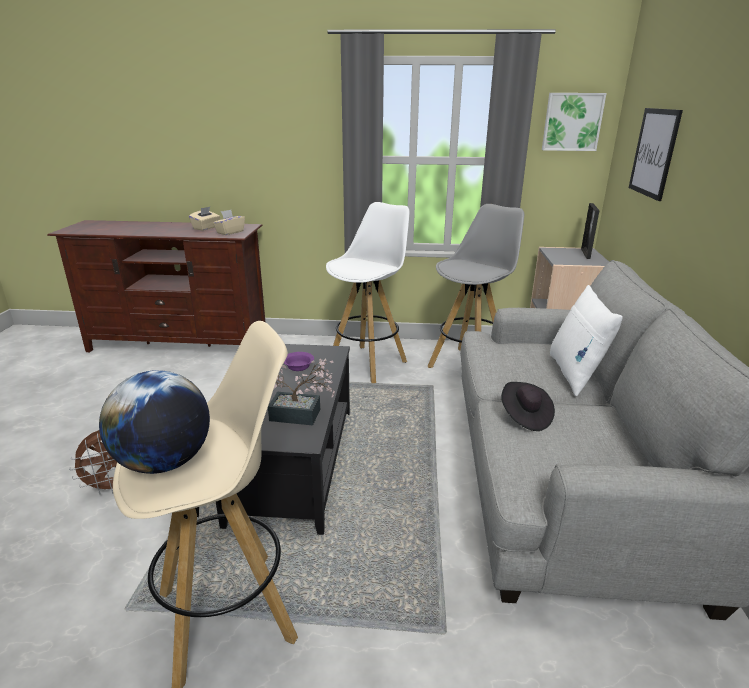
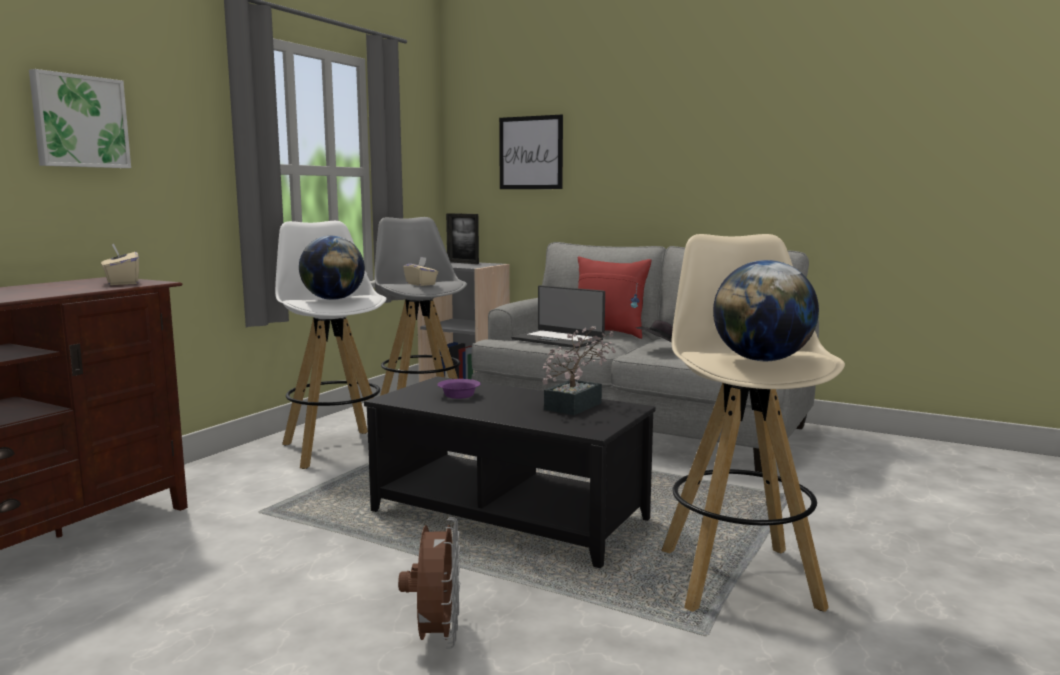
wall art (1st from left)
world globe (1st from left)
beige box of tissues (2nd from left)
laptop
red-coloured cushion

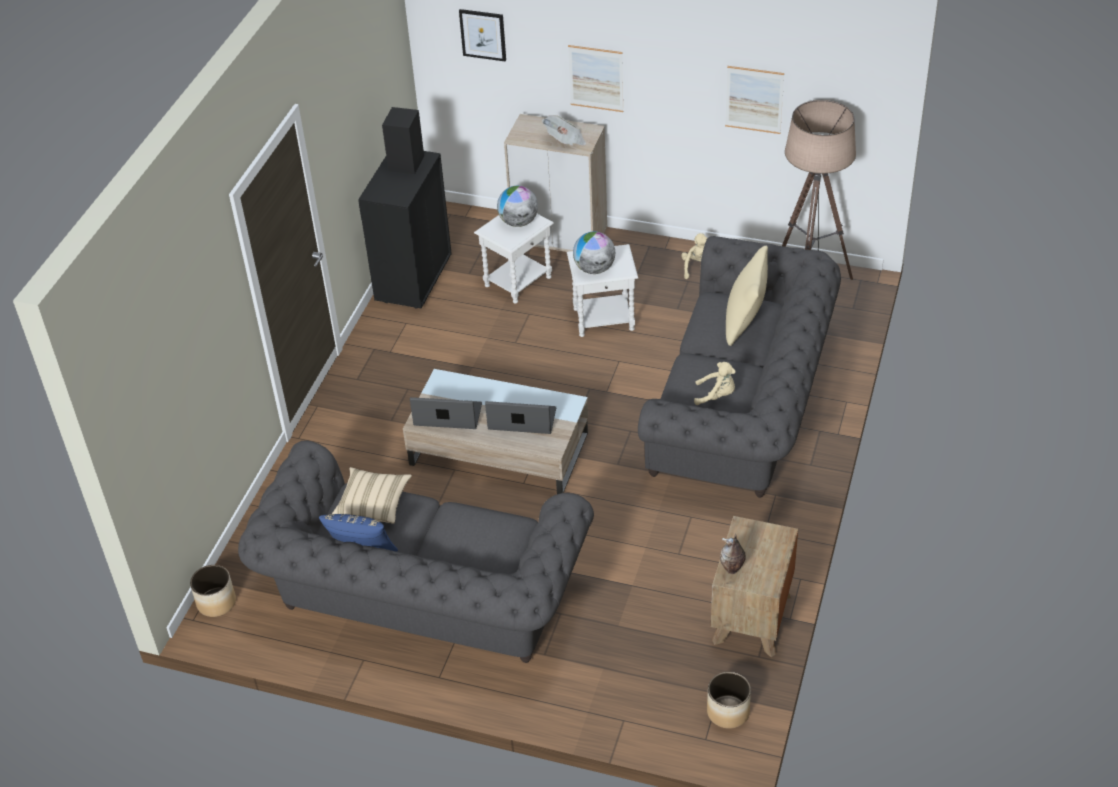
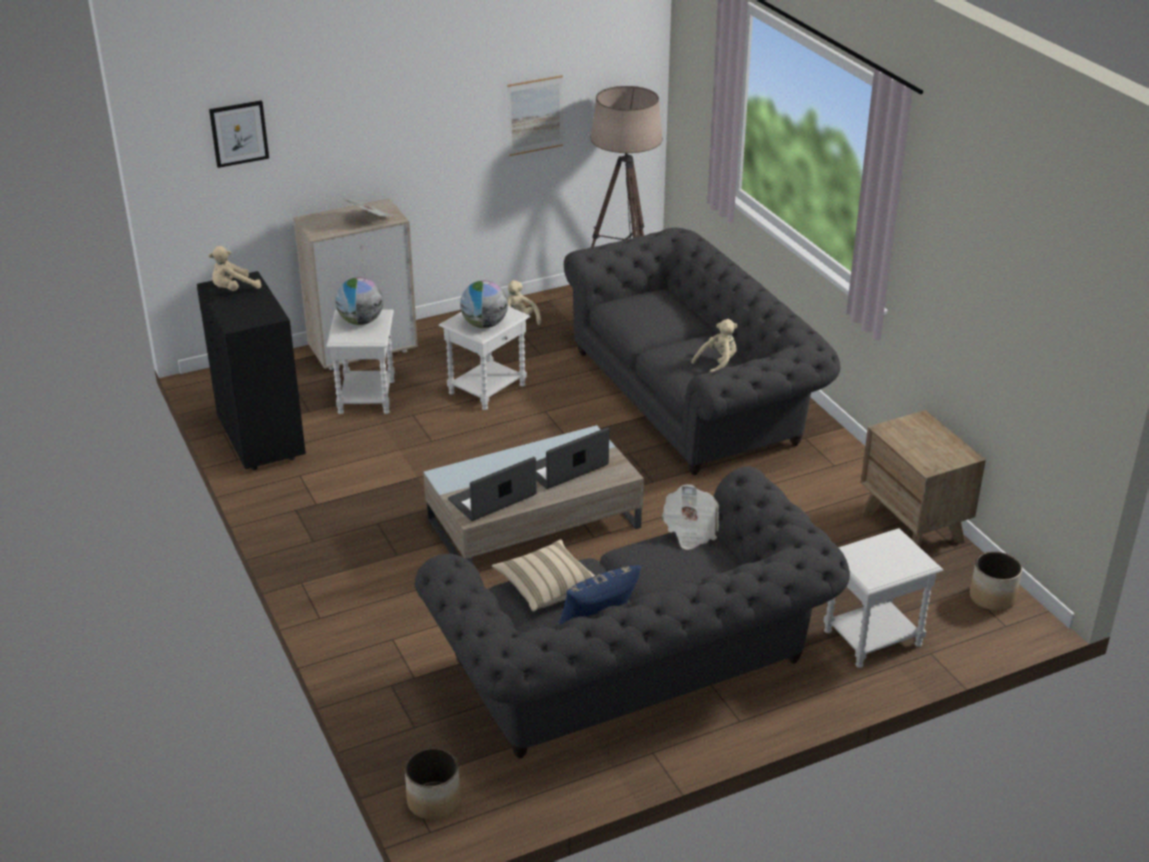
beige cuddly toy (1st from left)
newspaper (2nd from left)
white side table (3rd from left)
wall art (2nd from left in the first image)
flower vase
beige cushion (2nd from left in the first image)

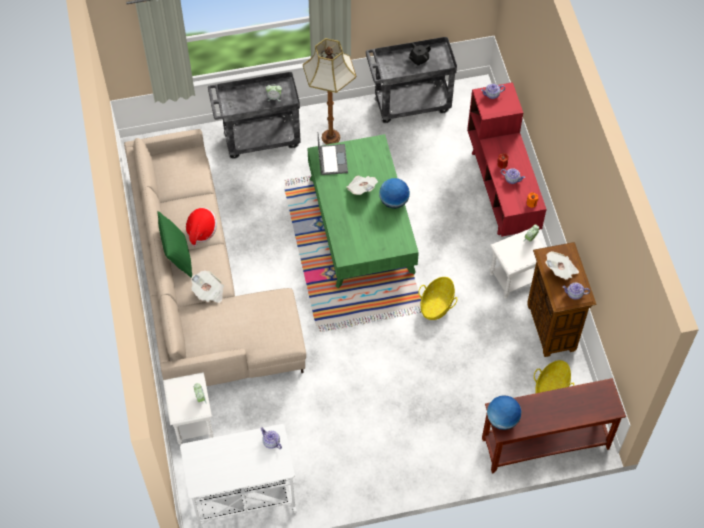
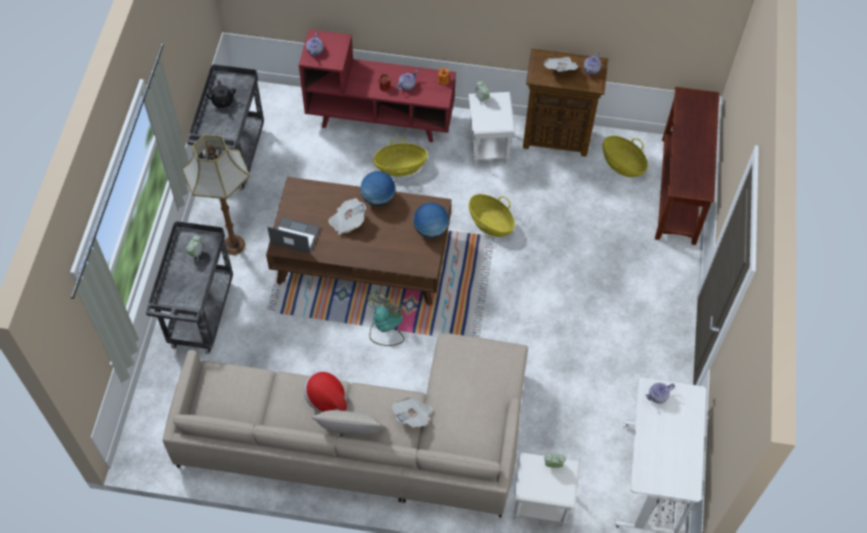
brown low table
beige cushion
electric fan
basket (1st from left)
world globe (2nd from left)

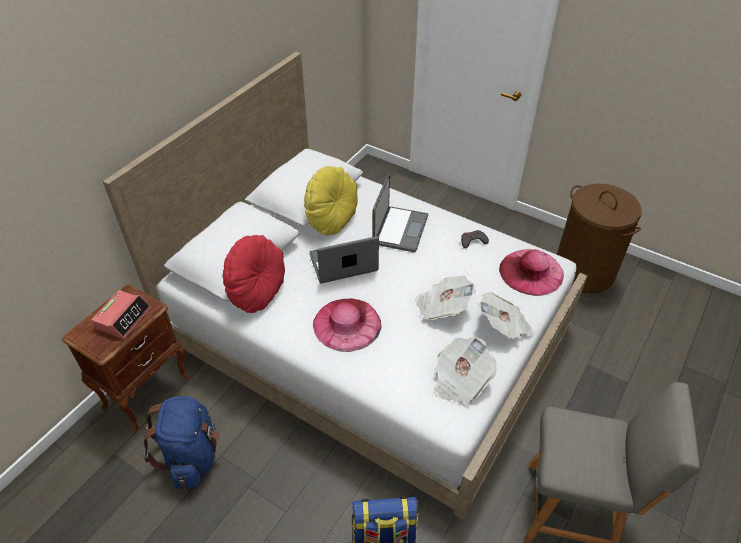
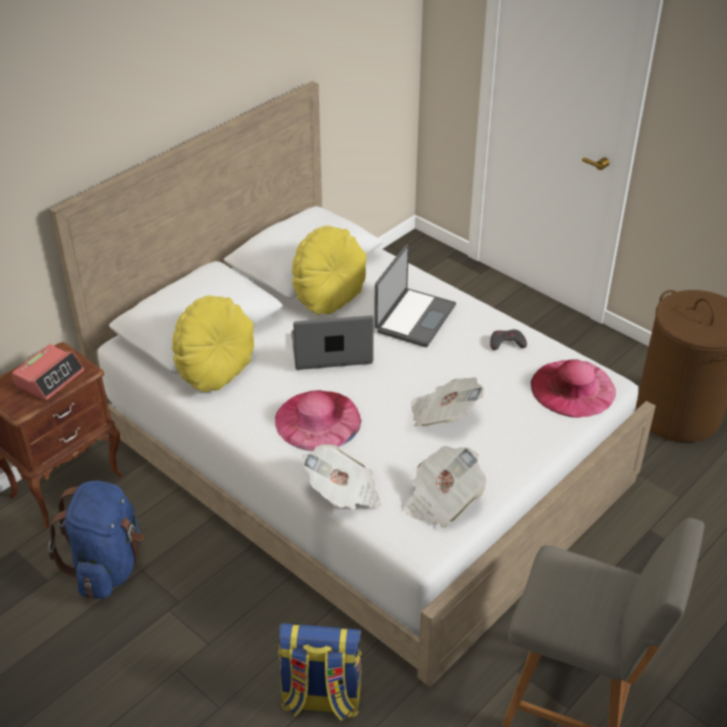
yellow-coloured cushion (1st from left)
newspaper (1st from left)

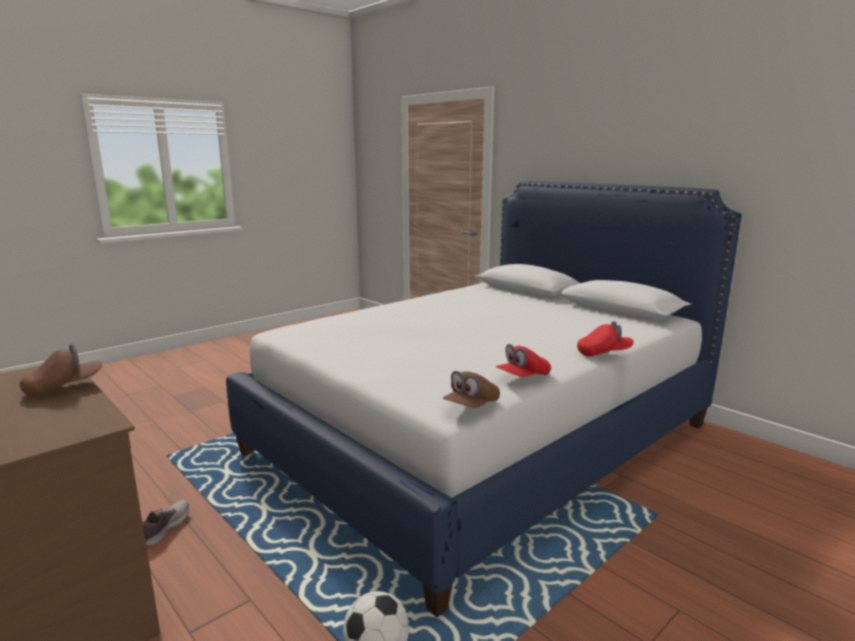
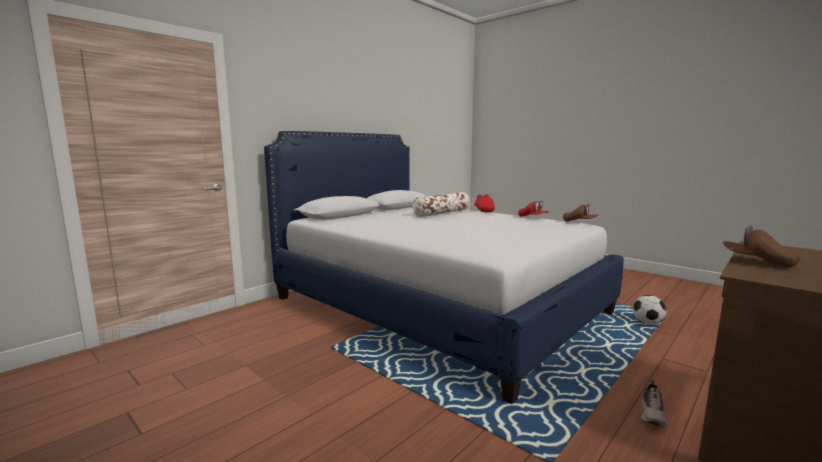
cushion
item of footwear

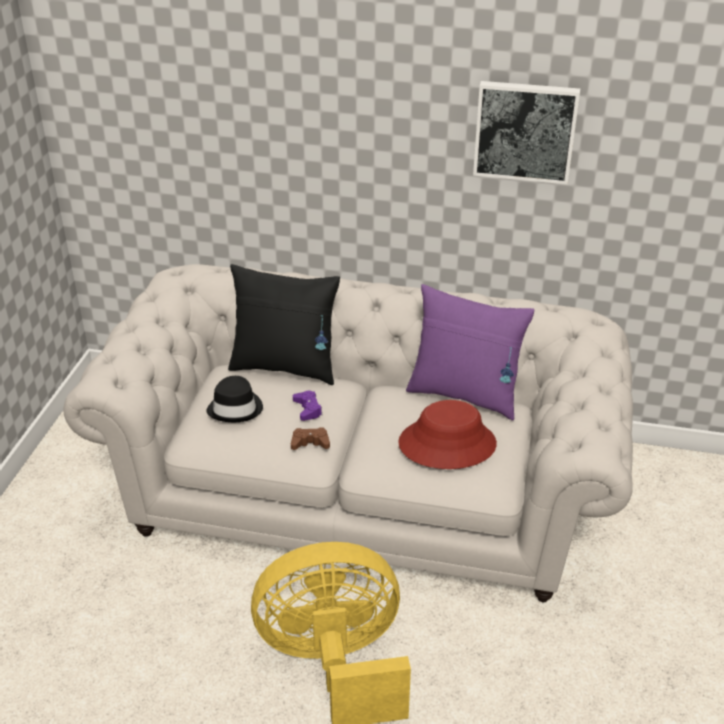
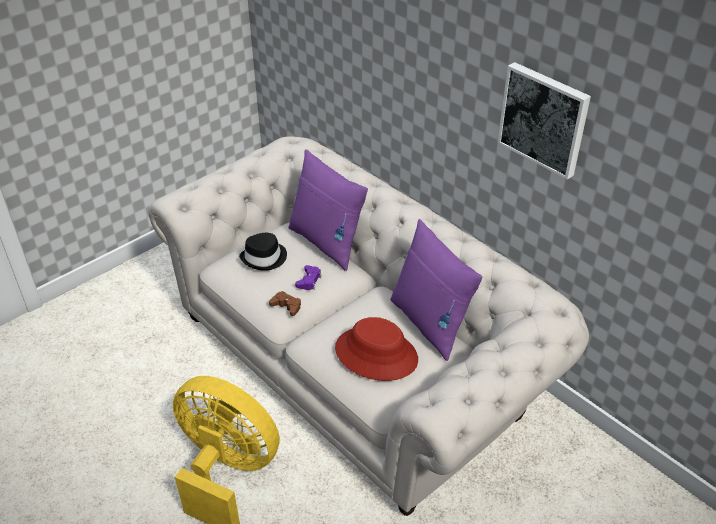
purple-coloured cushion (1st from left)

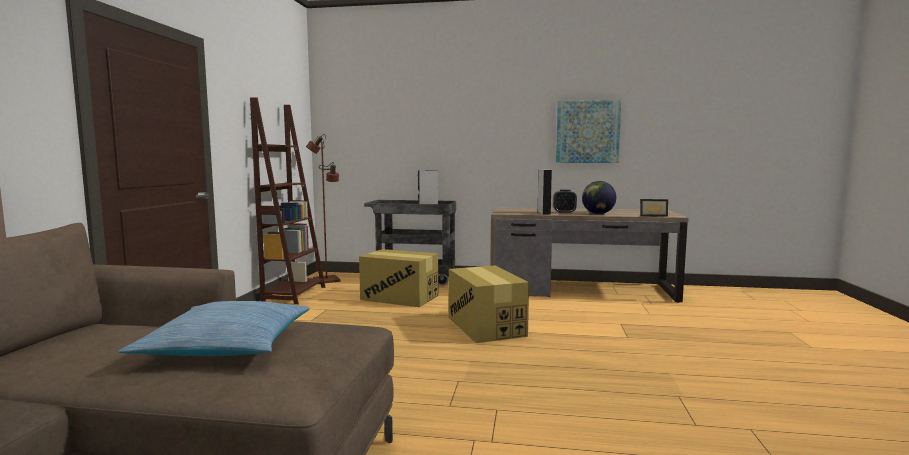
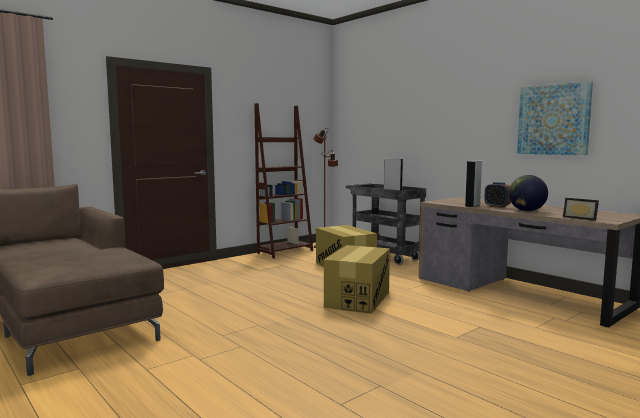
cushion

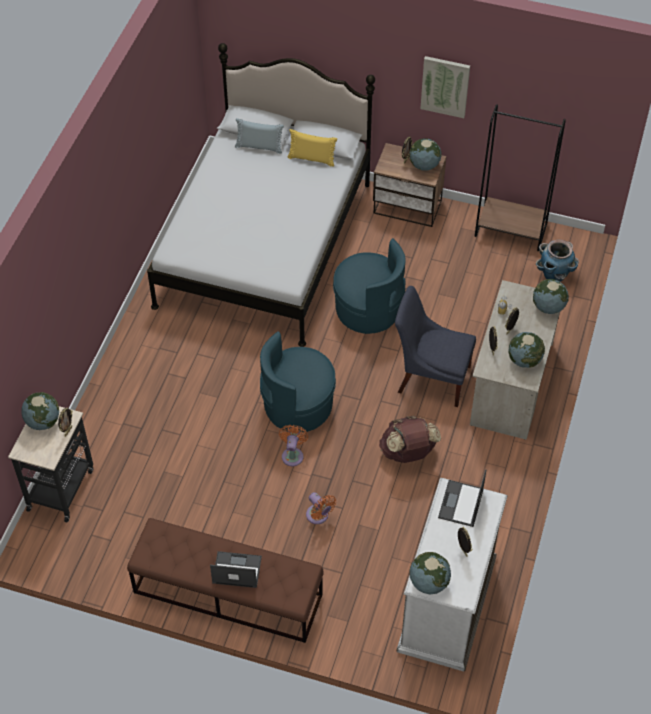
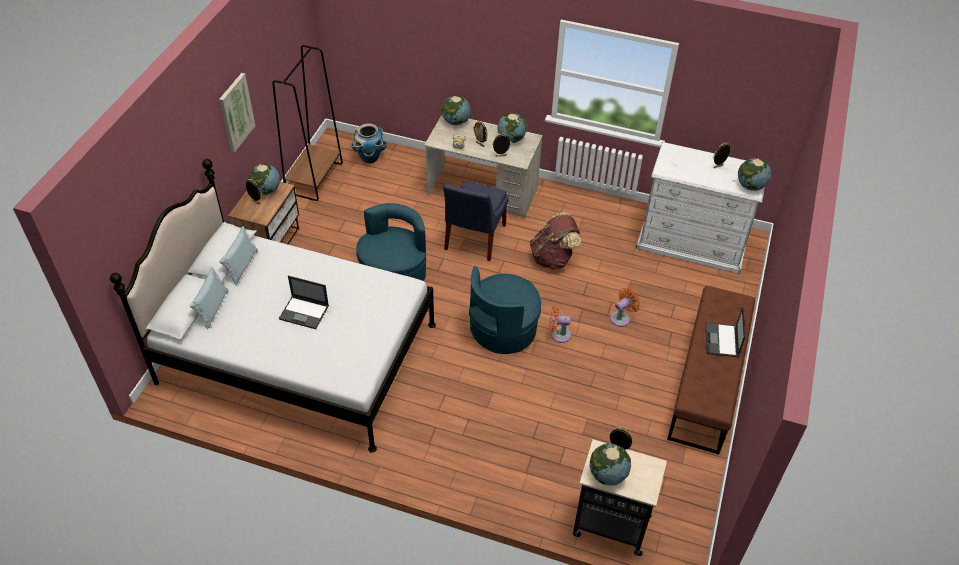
bluish cushion (2nd from left)
laptop (1st from left)
blue-green easy chair (2nd from left)

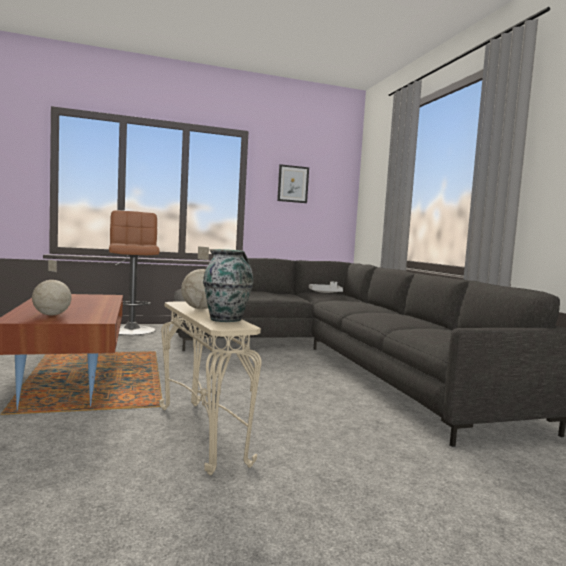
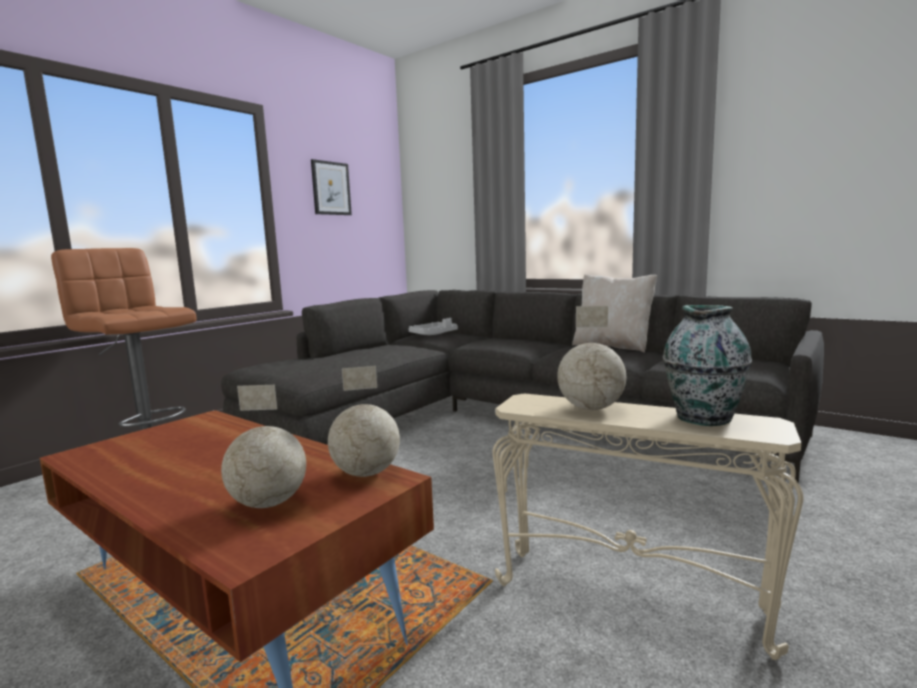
world globe (2nd from left)
beige cushion

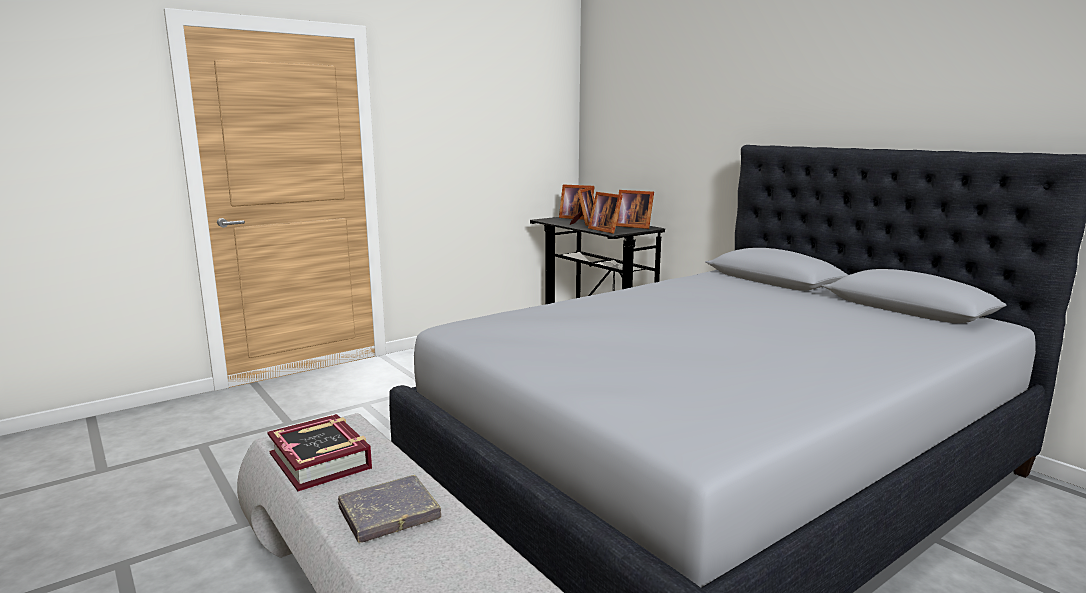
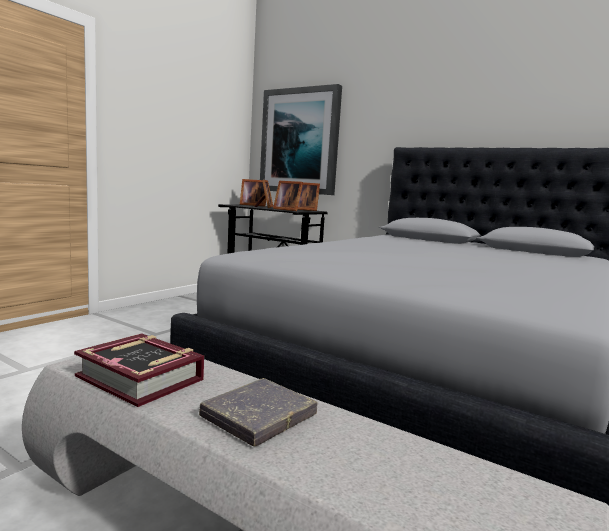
wall art

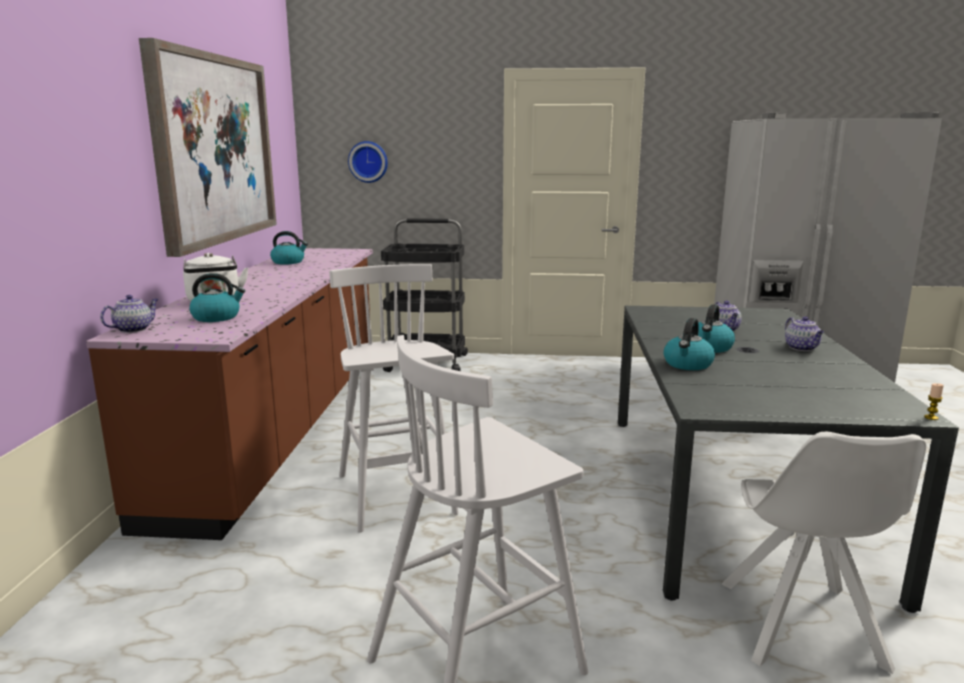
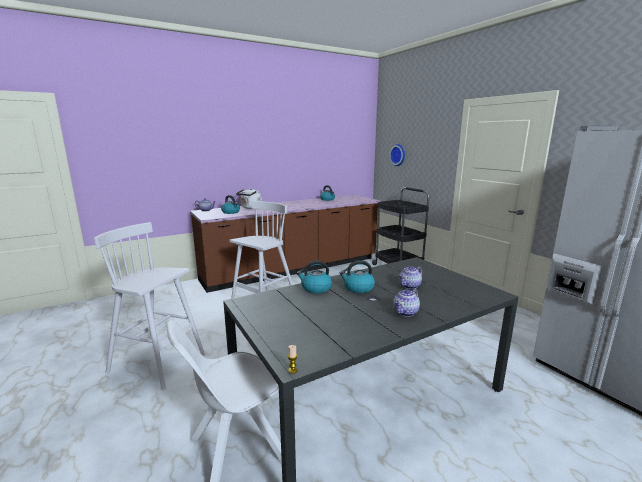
wall art

